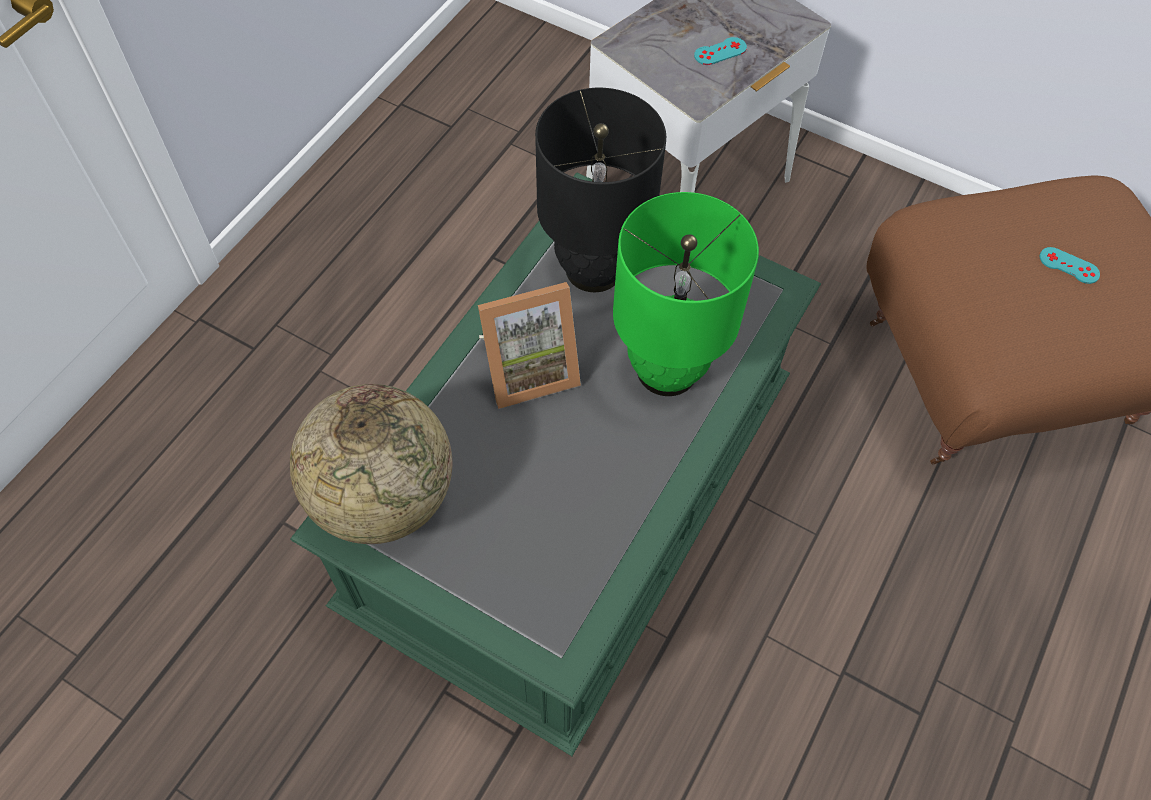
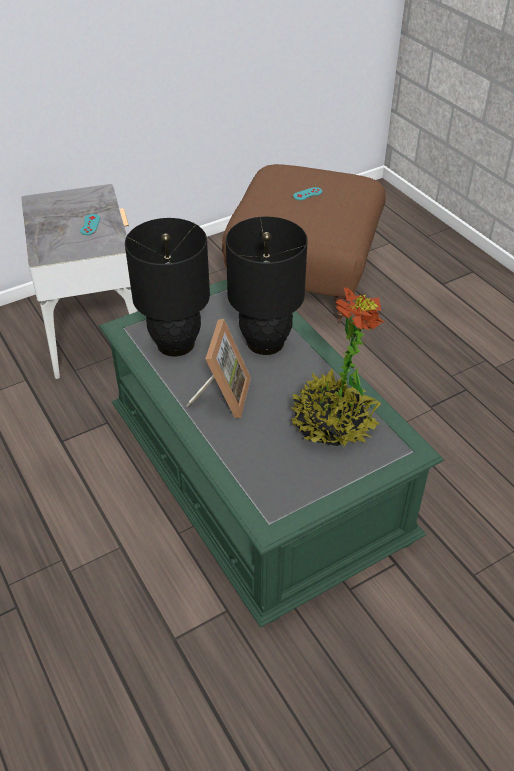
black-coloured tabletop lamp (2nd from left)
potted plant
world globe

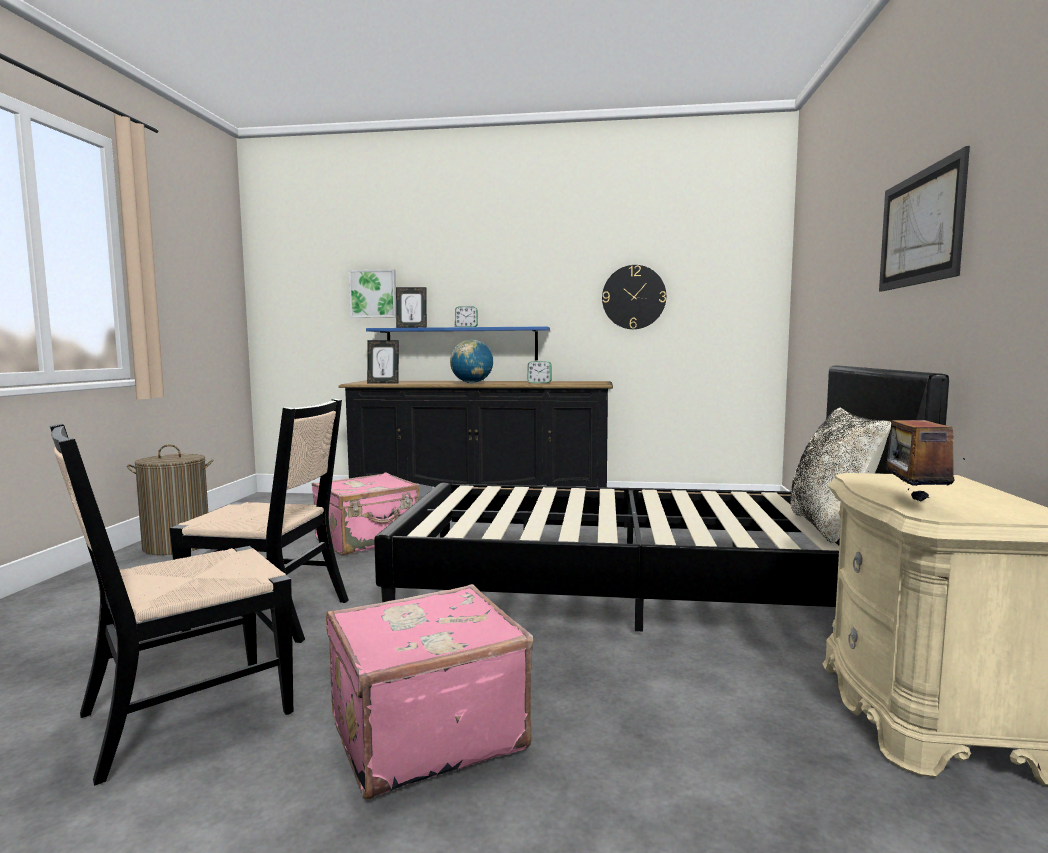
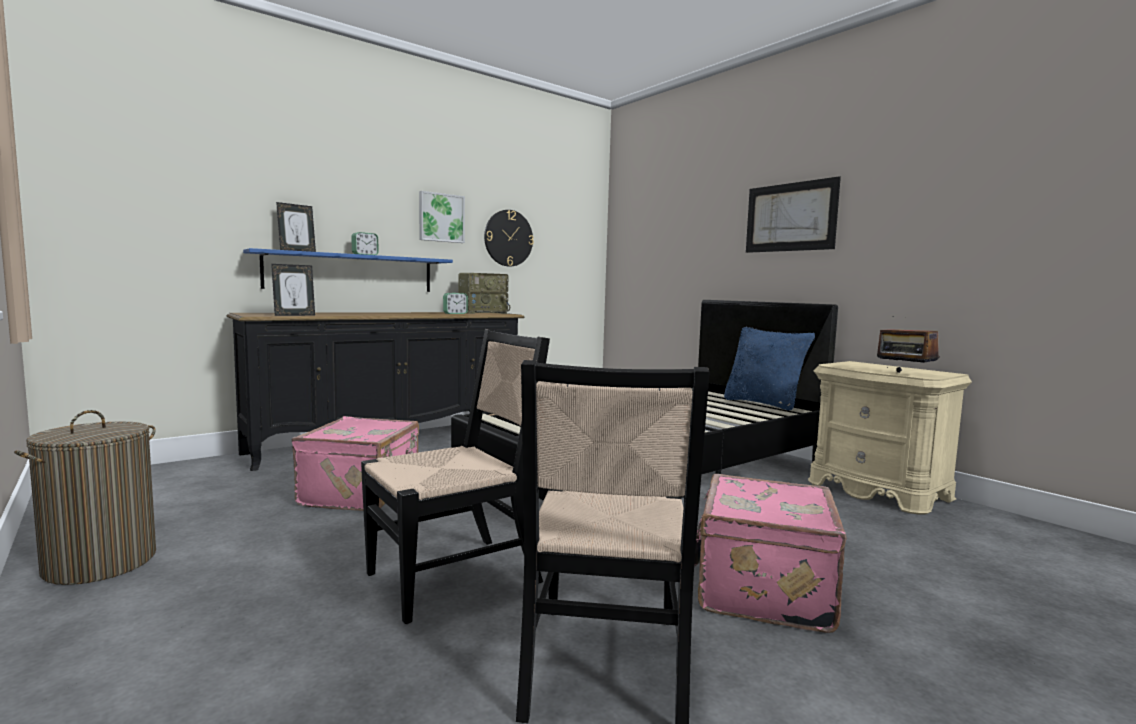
wall art (1st from left)
radio set (1st from left)
bluish cushion
world globe

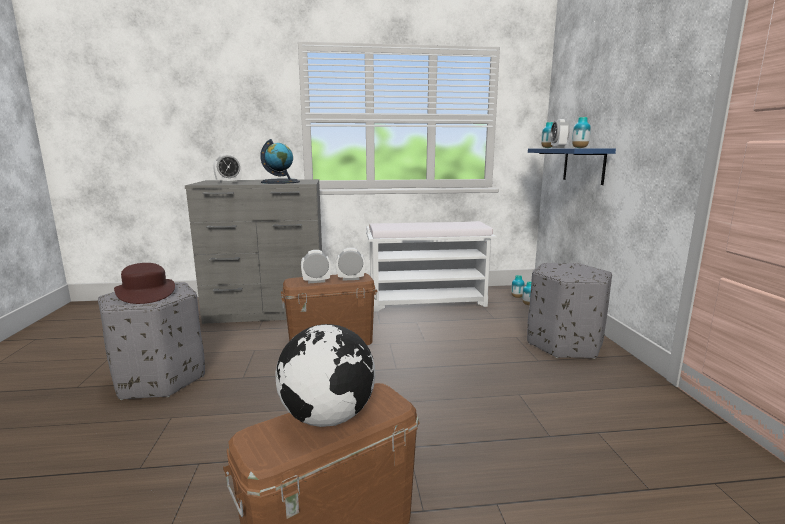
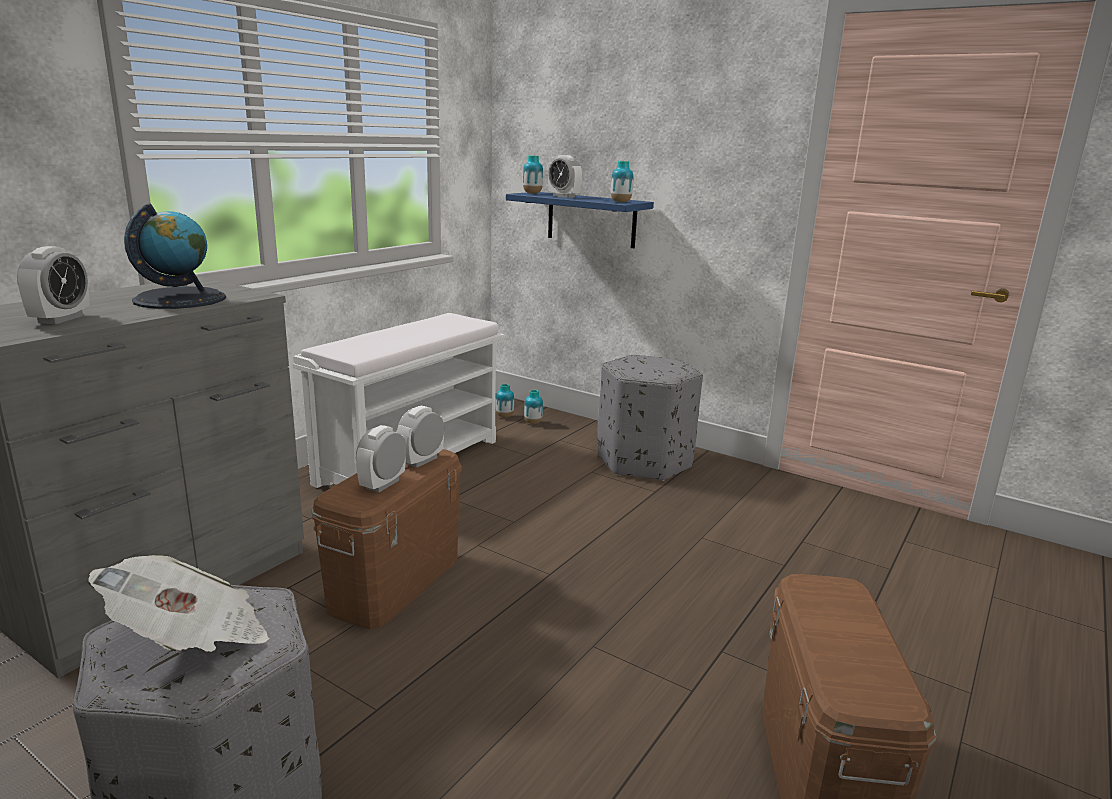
newspaper
world globe (2nd from left in the first image)

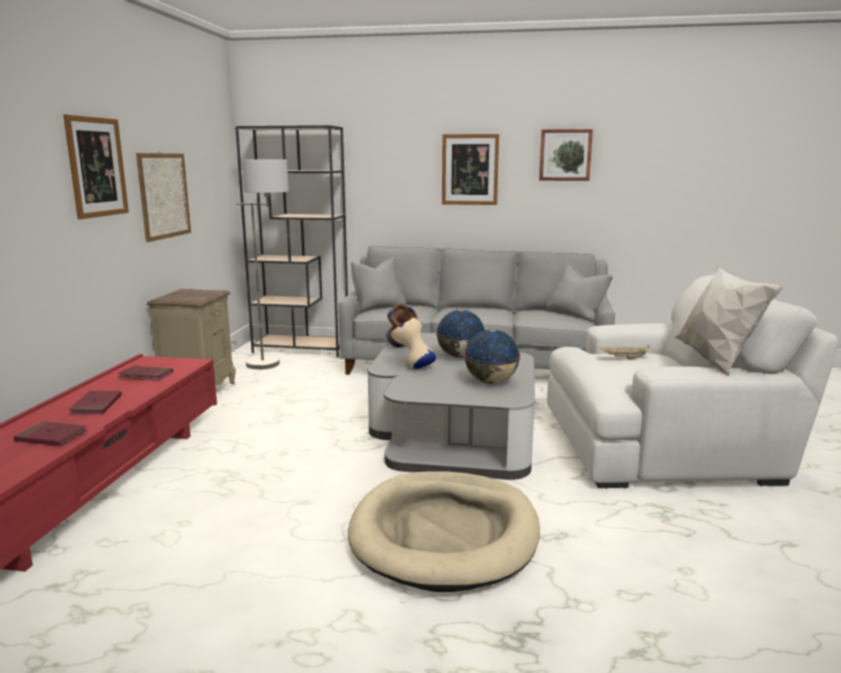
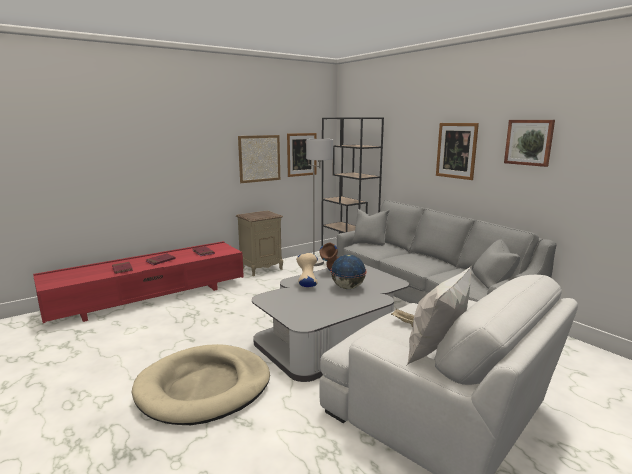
wall art (2nd from left)
world globe (2nd from left in the first image)

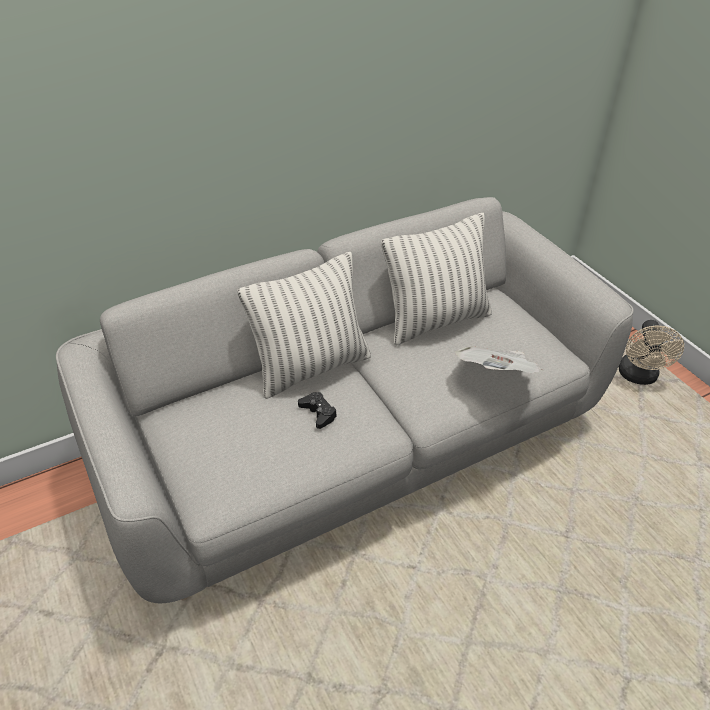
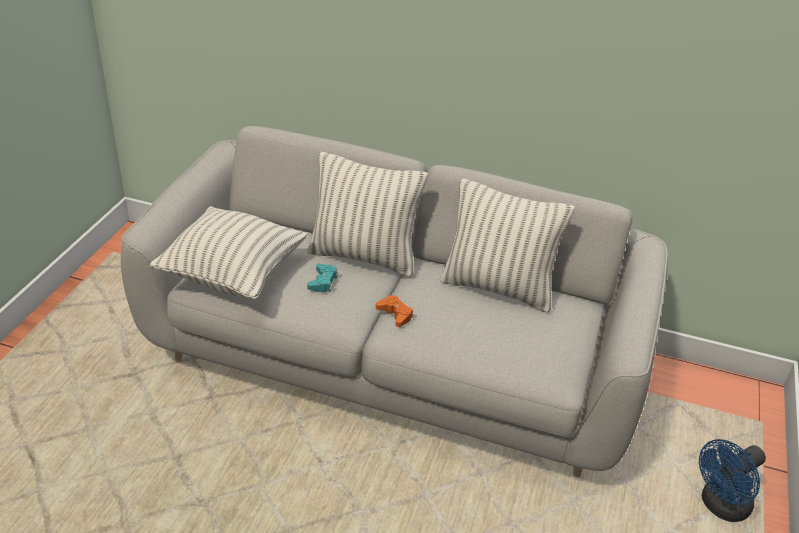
cushion (1st from left)
blue-green game controller
orange game controller
bluish electric fan
newspaper

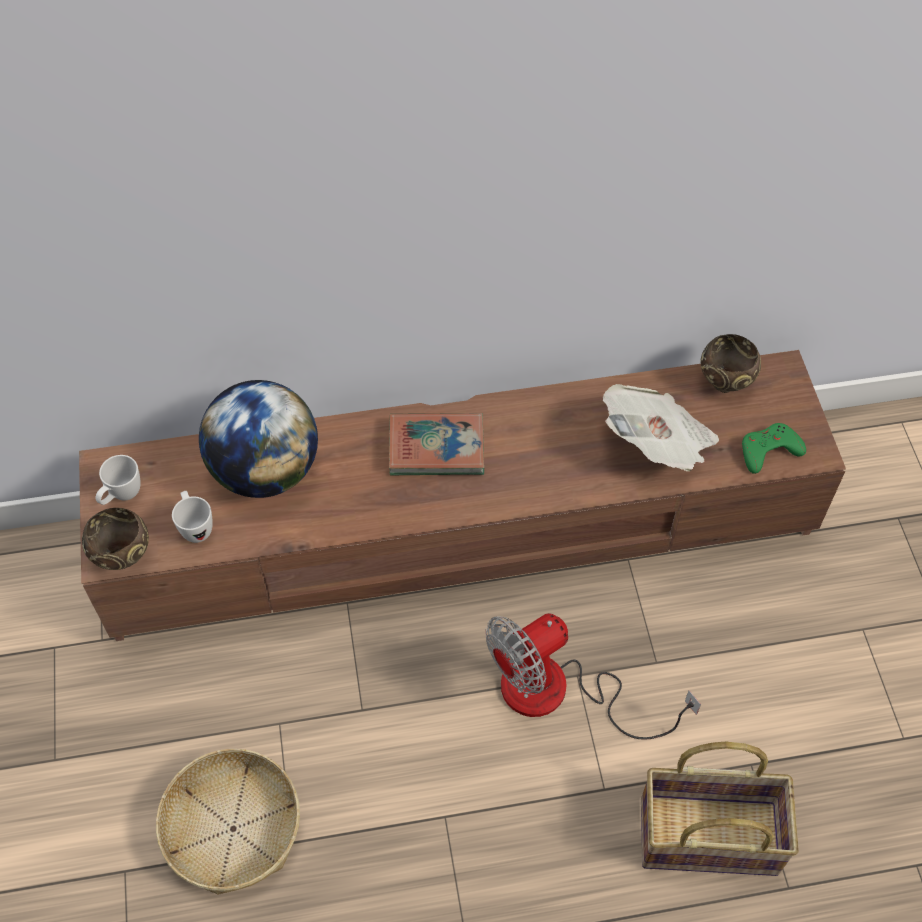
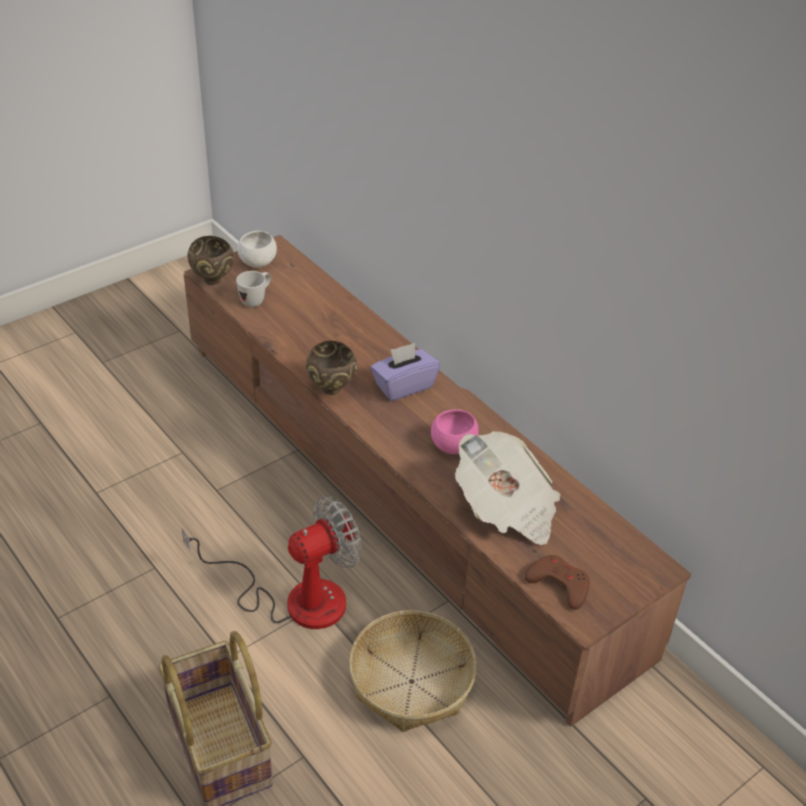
electric fan
white deep dish
brown deep dish (2nd from left)
basket (2nd from left)
purple-coloured box of tissues
pink-coloured deep dish
brown game controller
world globe

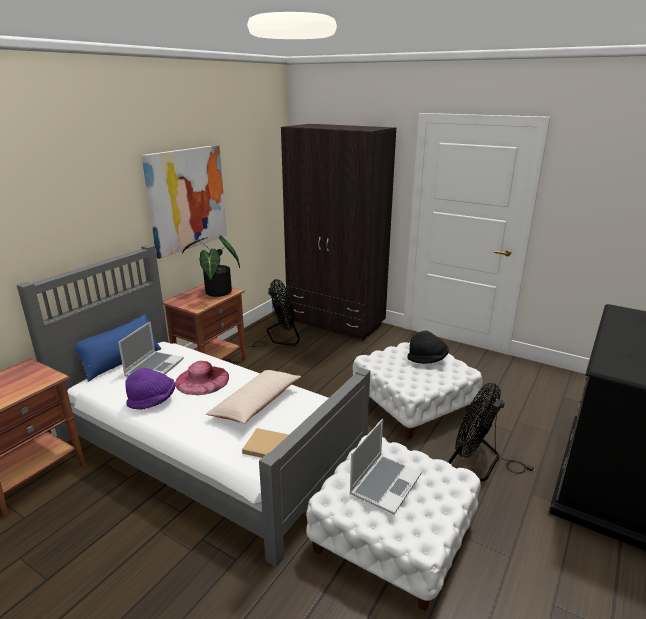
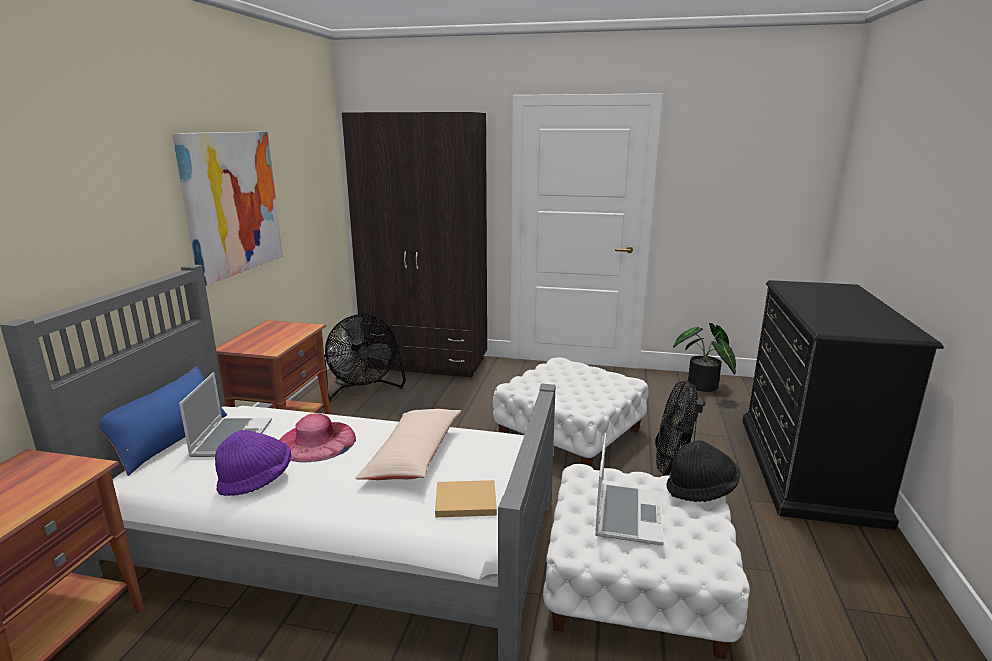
black-coloured electric fan (1st from left)
black-coloured clothing hat
potted plant

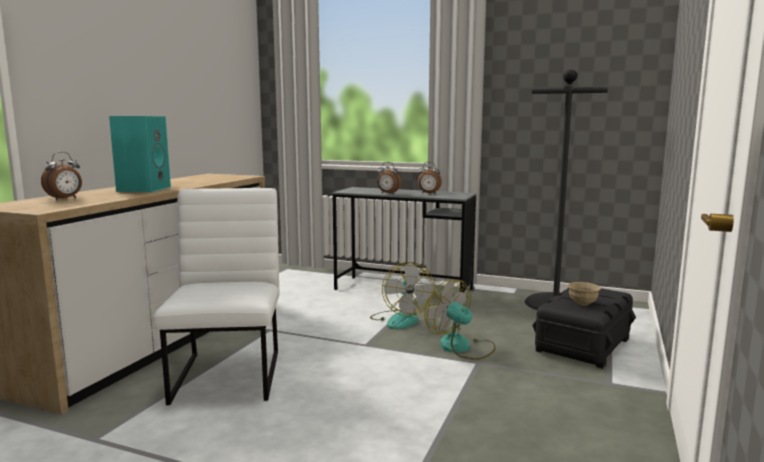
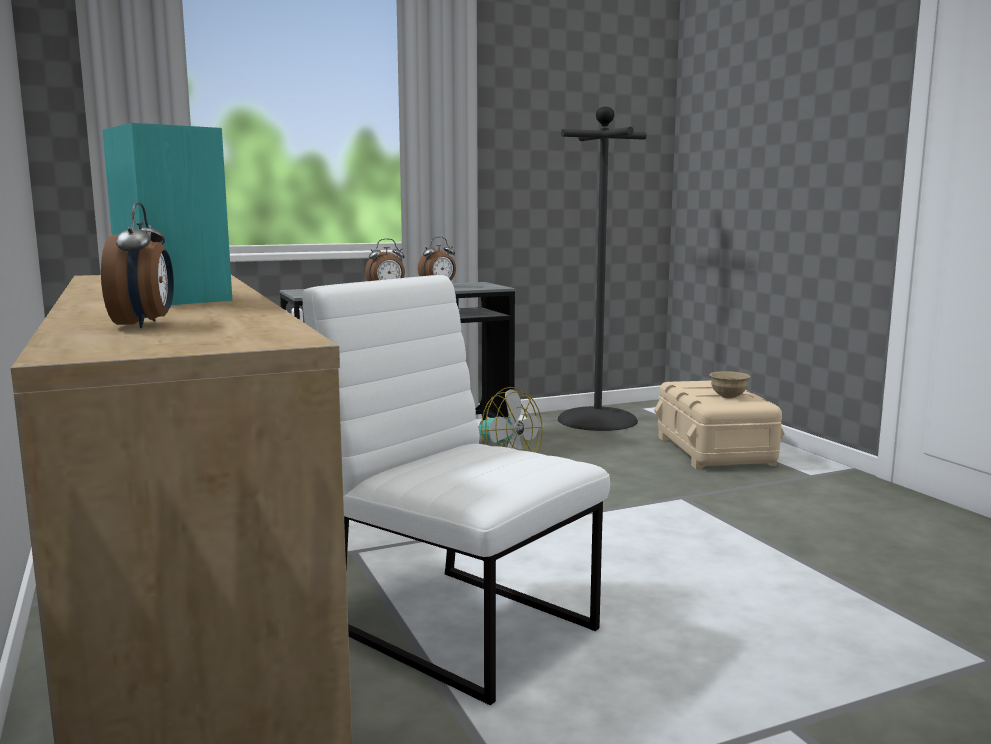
beige storage container
electric fan (2nd from left in the first image)

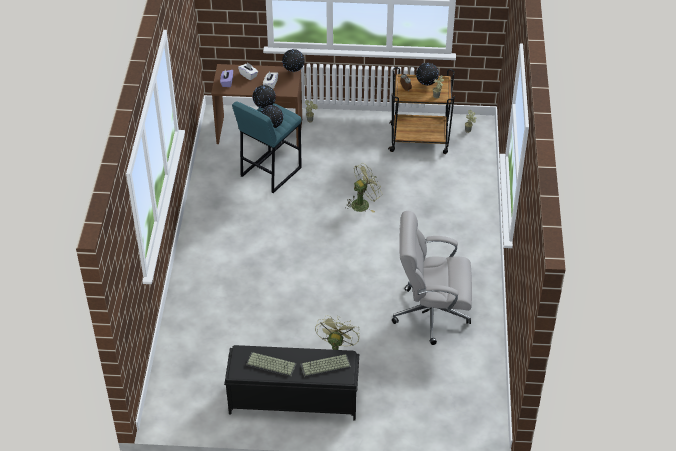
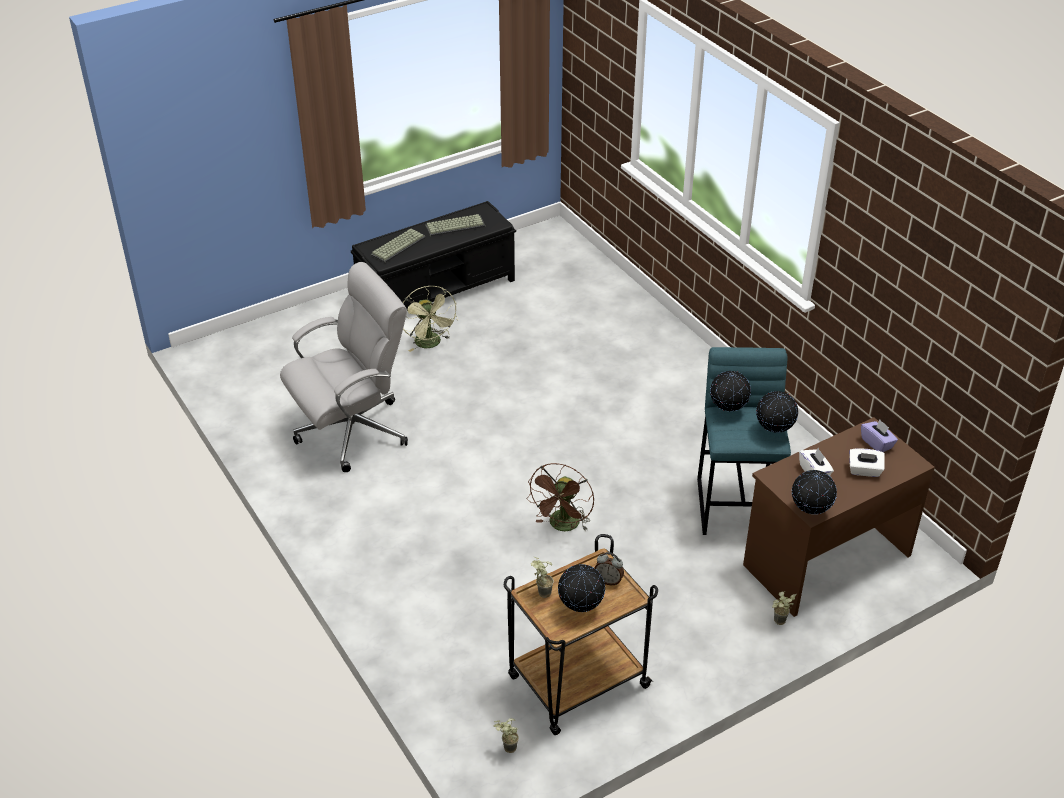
brown electric fan

